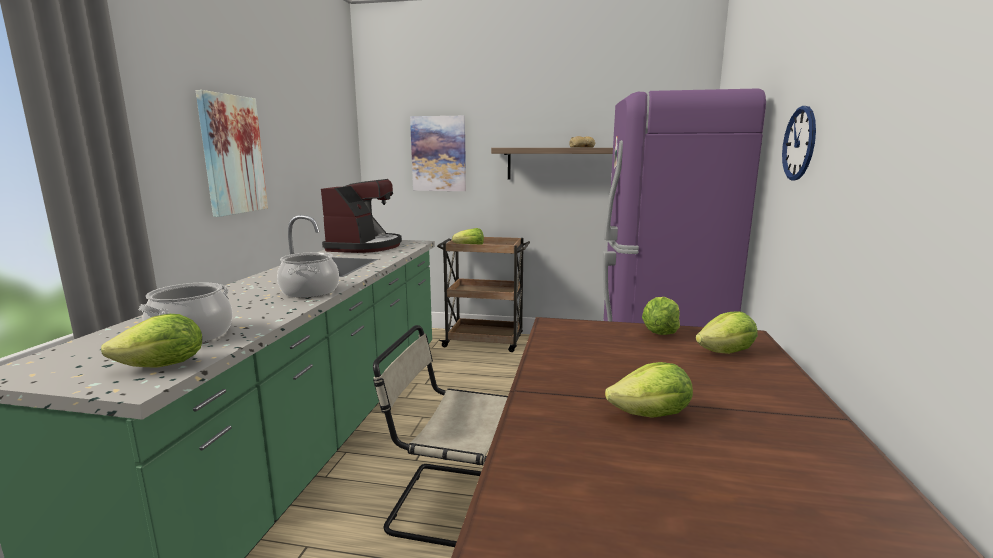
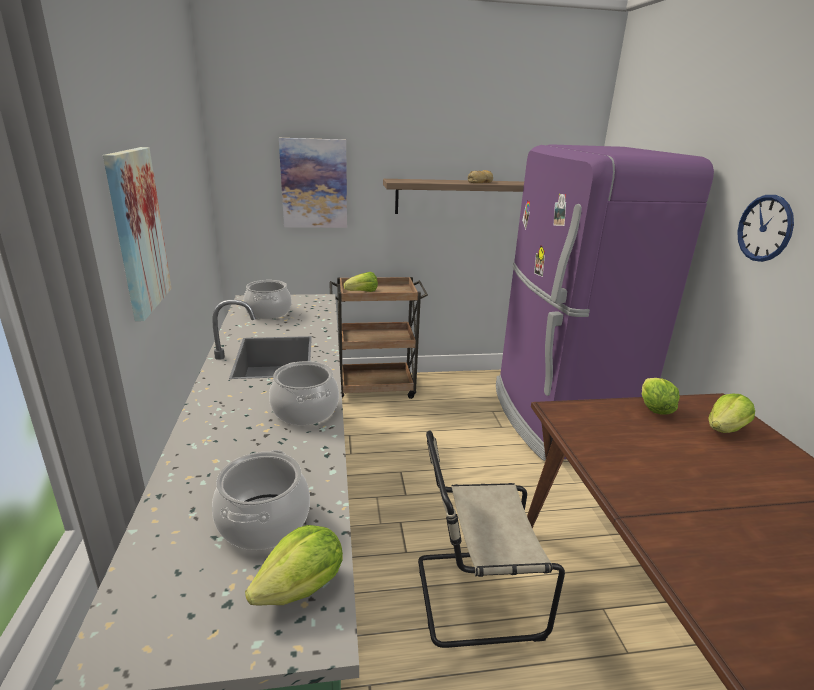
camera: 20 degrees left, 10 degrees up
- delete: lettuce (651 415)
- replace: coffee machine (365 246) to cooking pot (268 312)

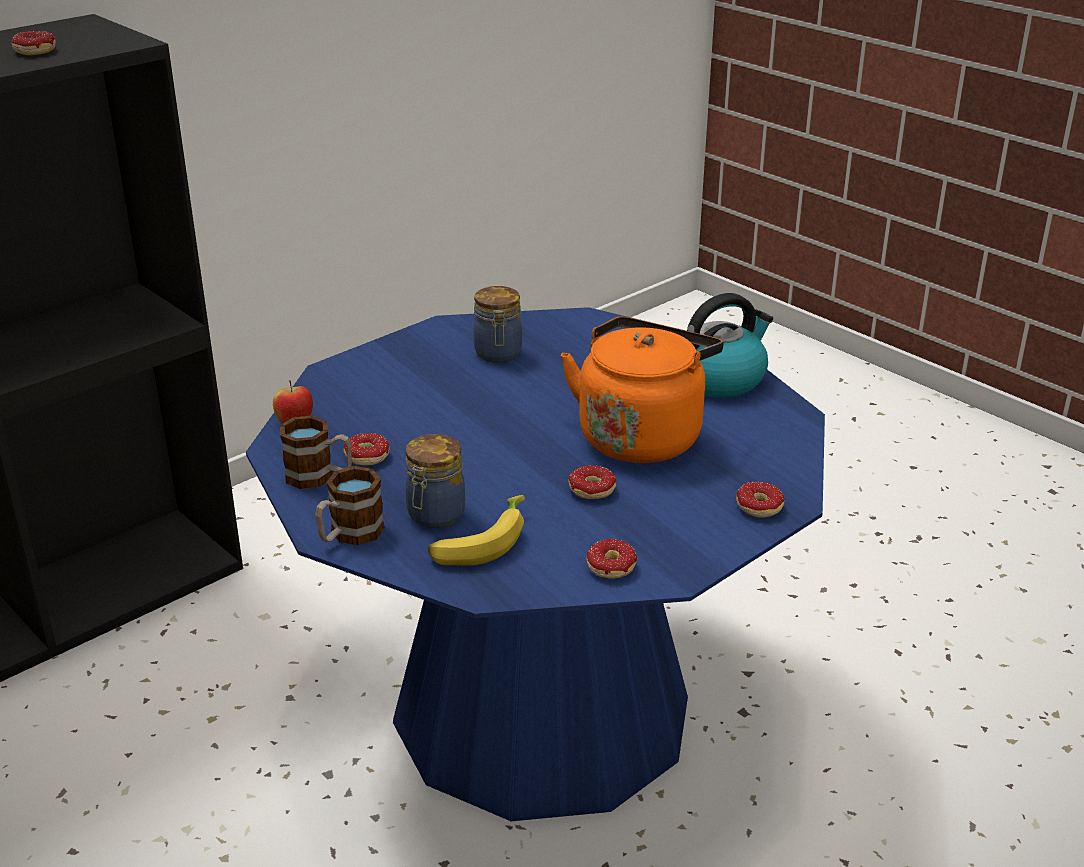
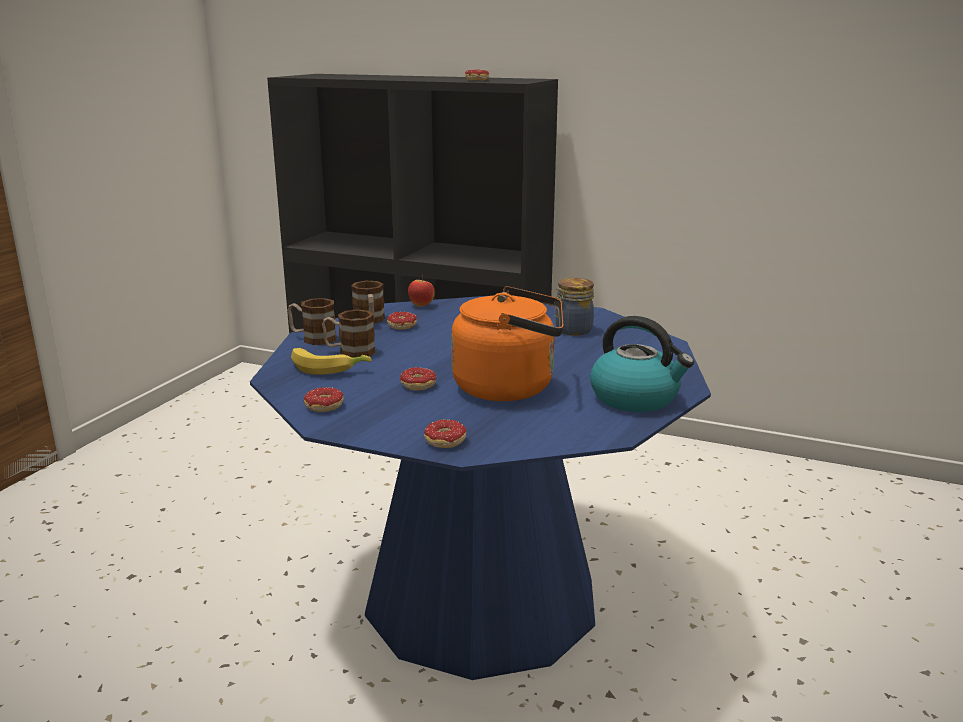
camera: 65 degrees right, 10 degrees down
- replace: jar (434 515) to mug (349 352)

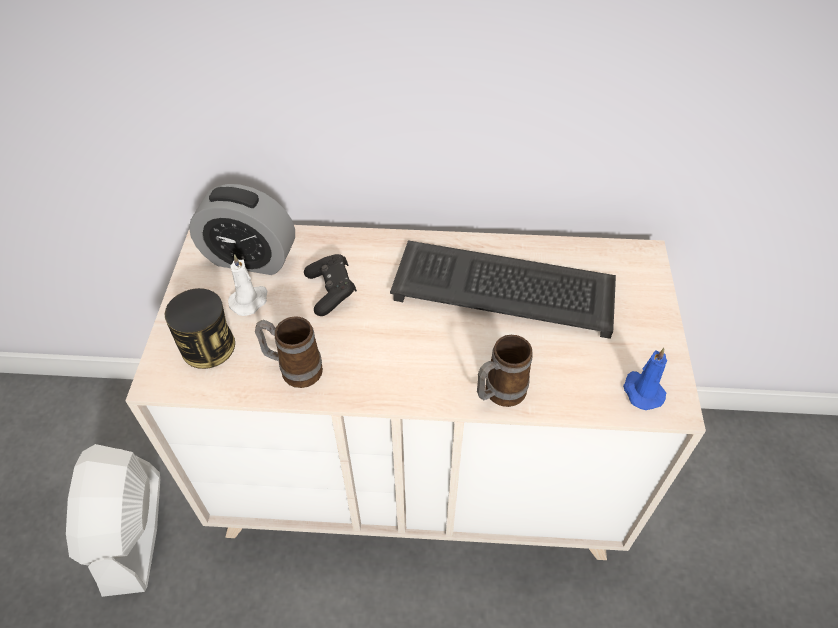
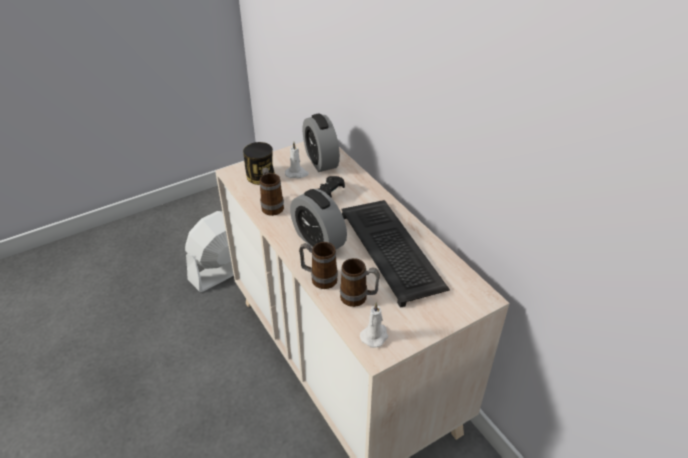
camera: 55 degrees right, 10 degrees down
- insert: alarm clock (318 241)
- insert: mug (359 298)
- recolor: blue candle (642 391) to white candle (375 336)

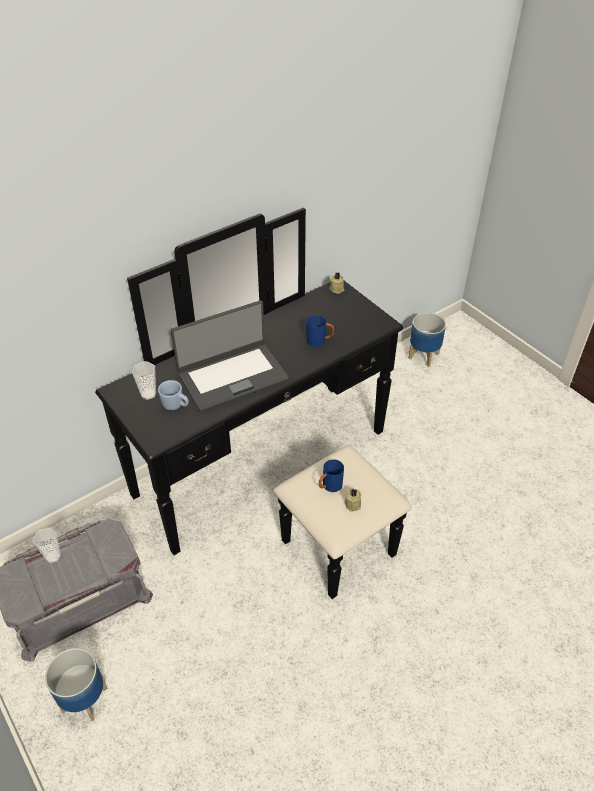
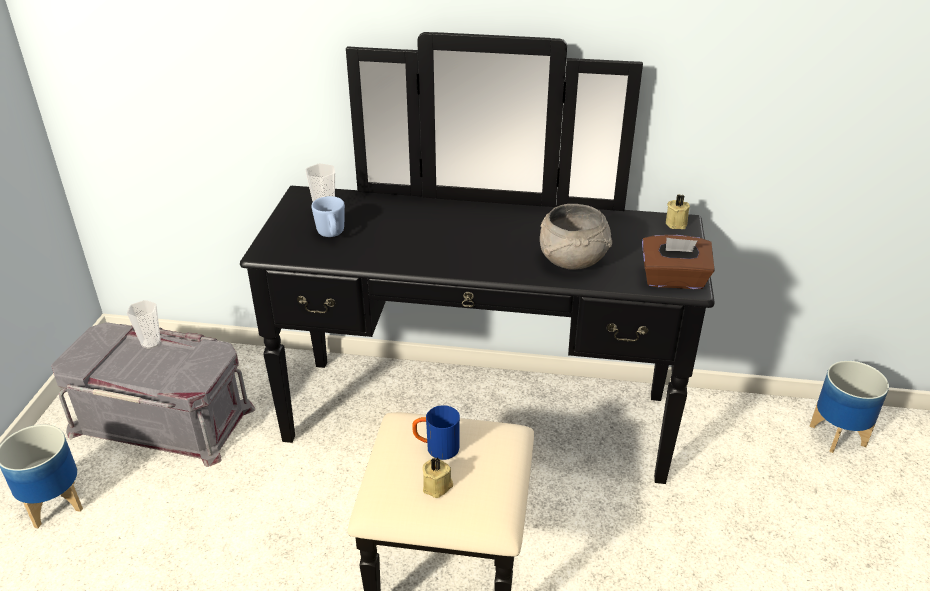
camera: 45 degrees right, 10 degrees down
- delete: laptop (232 376)
- insert: brown tissue box (673 280)
- replace: blue mug (319 341) to grey bowl (573 260)

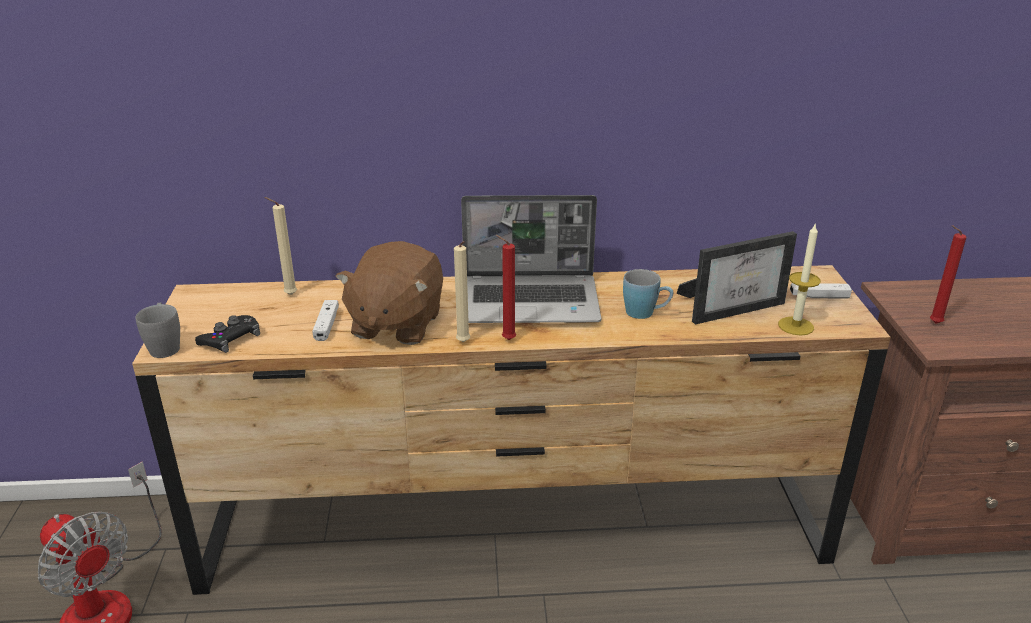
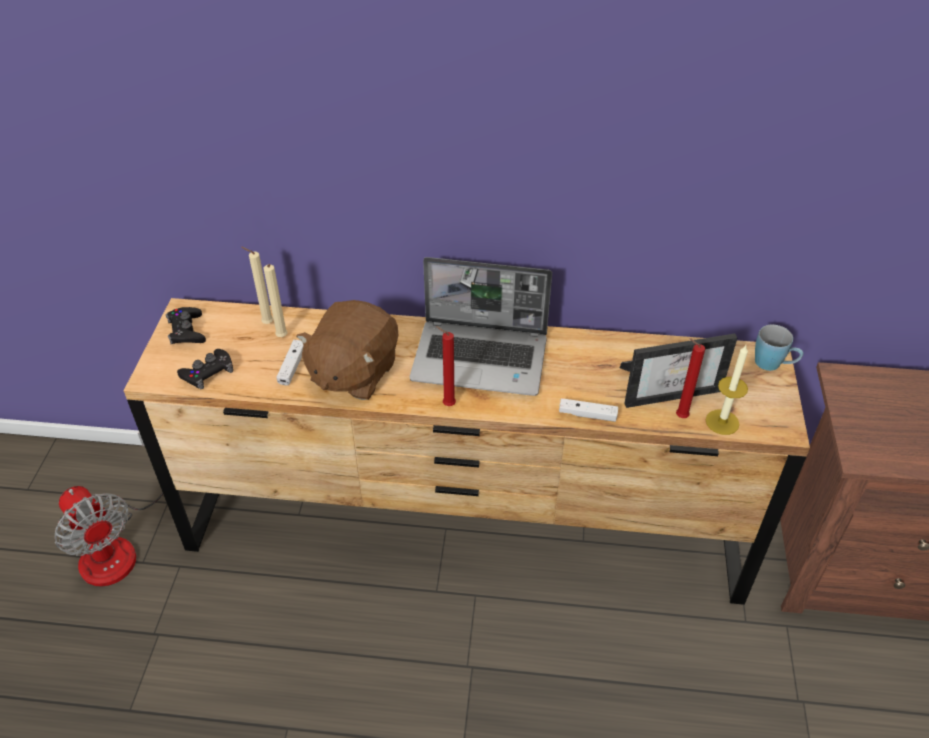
camera: 10 degrees right, 15 degrees up
- delete: grey mug (165 346)
- insert: black game controller (187 331)
- move: beige candle (463 343) to (282 338)
- move: blue mug (646 313) to (773 364)
- move: white game controller (819 297) to (587 415)
- move: red candle (933 323) to (679 416)

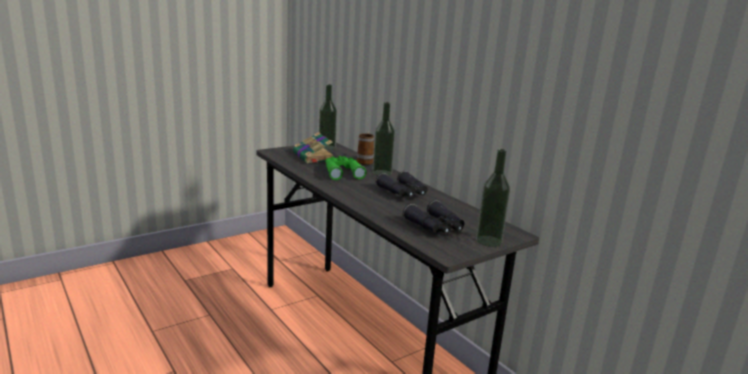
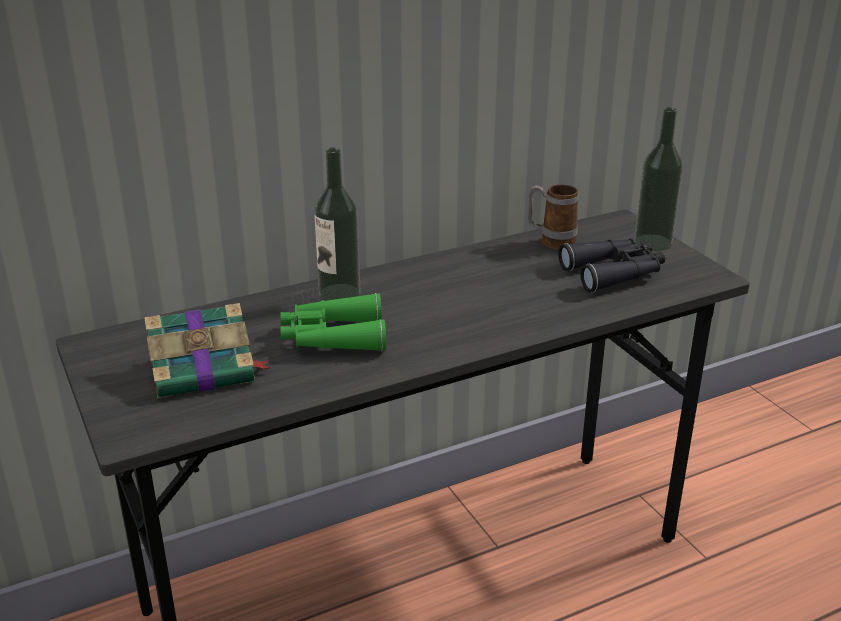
camera: 80 degrees left, 10 degrees up
- delete: bottle (326 147)
- delete: black binoculars (403 193)
- move: mug (365 161) to (551 242)

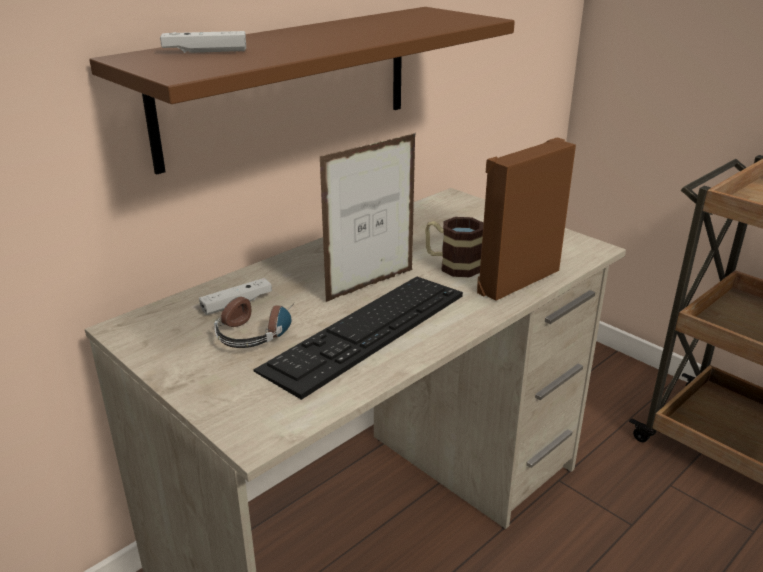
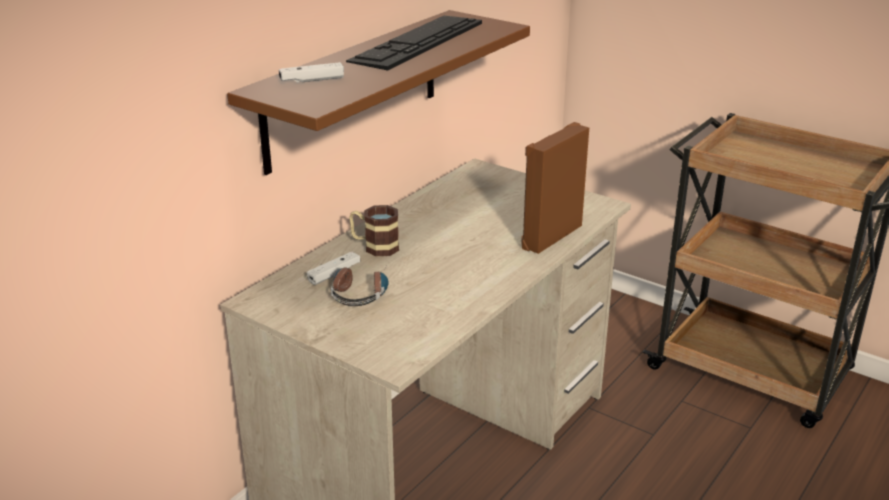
camera: 10 degrees left, 0 degrees up
- delete: picture frame (371 285)
- move: keyboard (366 330) to (417 41)
- move: mug (452 265) to (374 246)

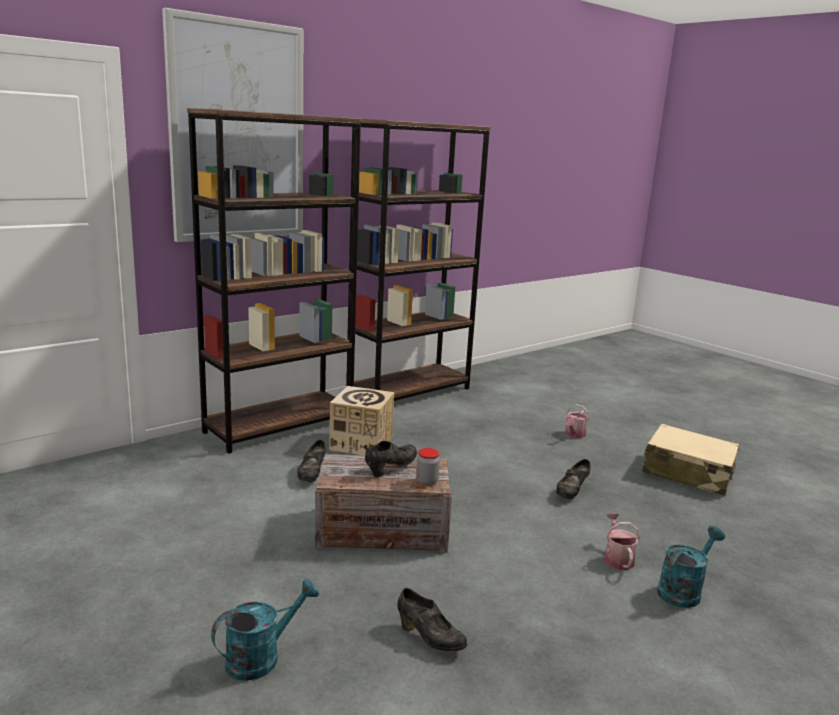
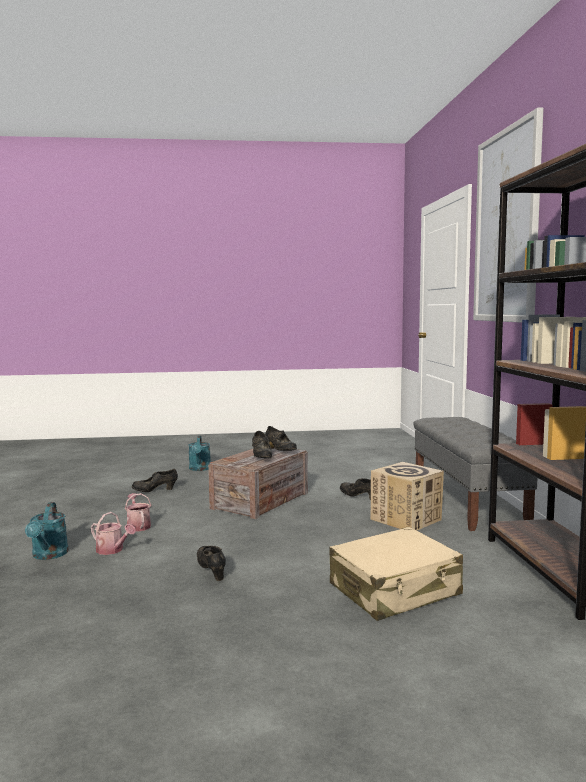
camera: 125 degrees right, 10 degrees down
- delete: jar (426 481)
- insert: black shoe (280 451)
- move: watering can (574 435) to (138 526)
- move: beige suitcase (687 473) to (395 590)
- replace: brown bookcase (280 426) to grey bench (467 501)

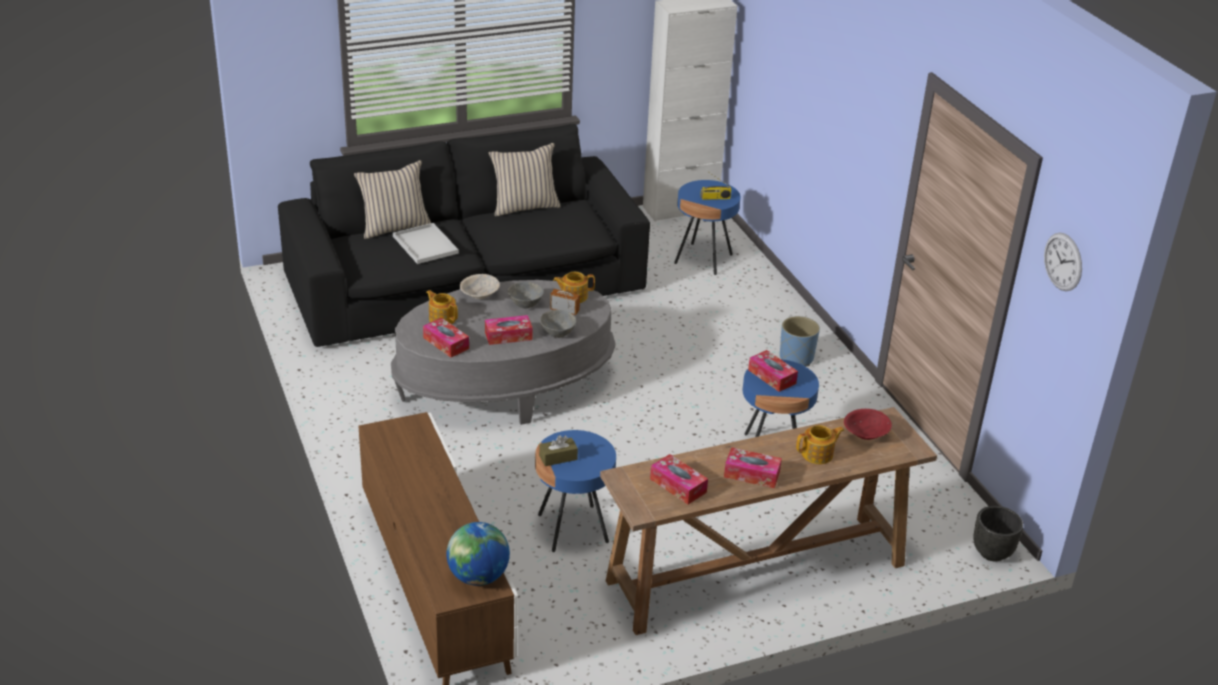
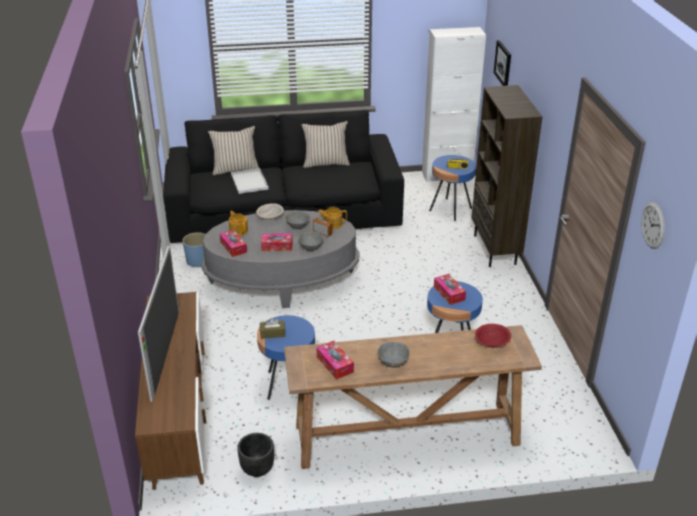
camera: 15 degrees right, 0 degrees up
- delete: globe (478 577)
- delete: teapot (818 454)
- insert: television (166 353)
- insert: brown bookcase (495 250)
- insert: picture (503 63)
- move: blue planter (796 358) to (198 261)
- move: black planter (992 553) to (257 470)
- replace: tissue box (751 474) to grey bowl (393 363)

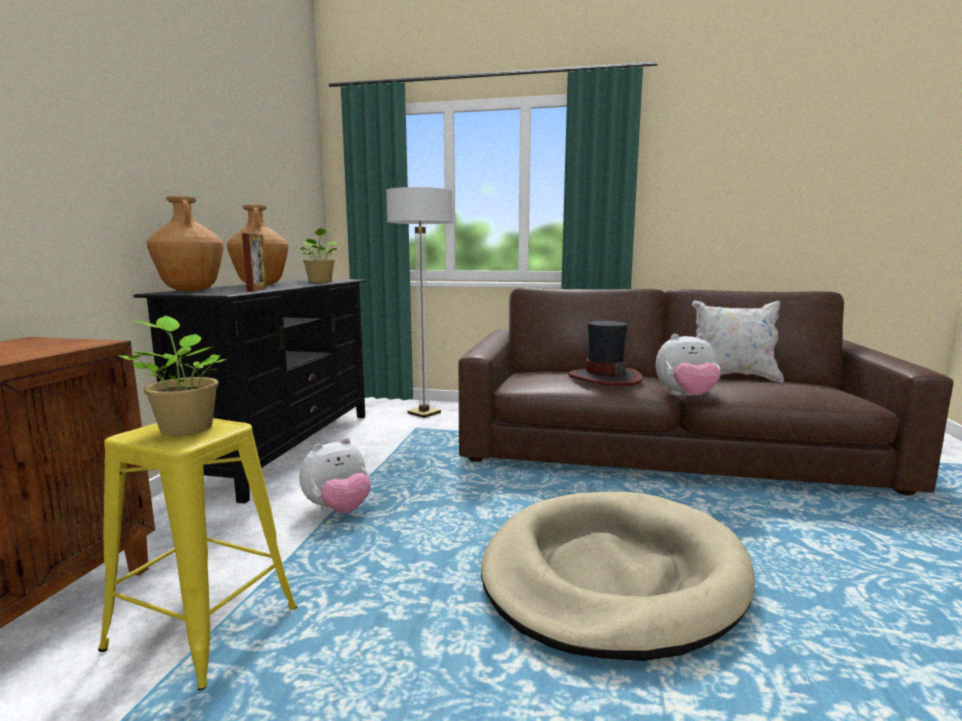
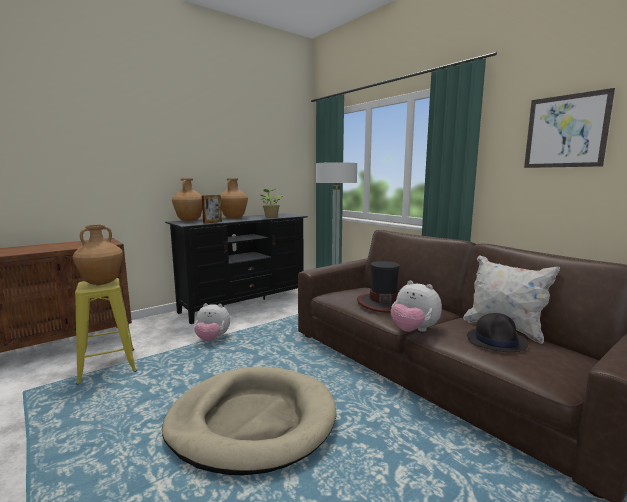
camera: 40 degrees right, 0 degrees up
- insert: black hat (496 341)
- insert: picture (565 131)
- replace: potted plant (185 428) to brown vase (101 283)

